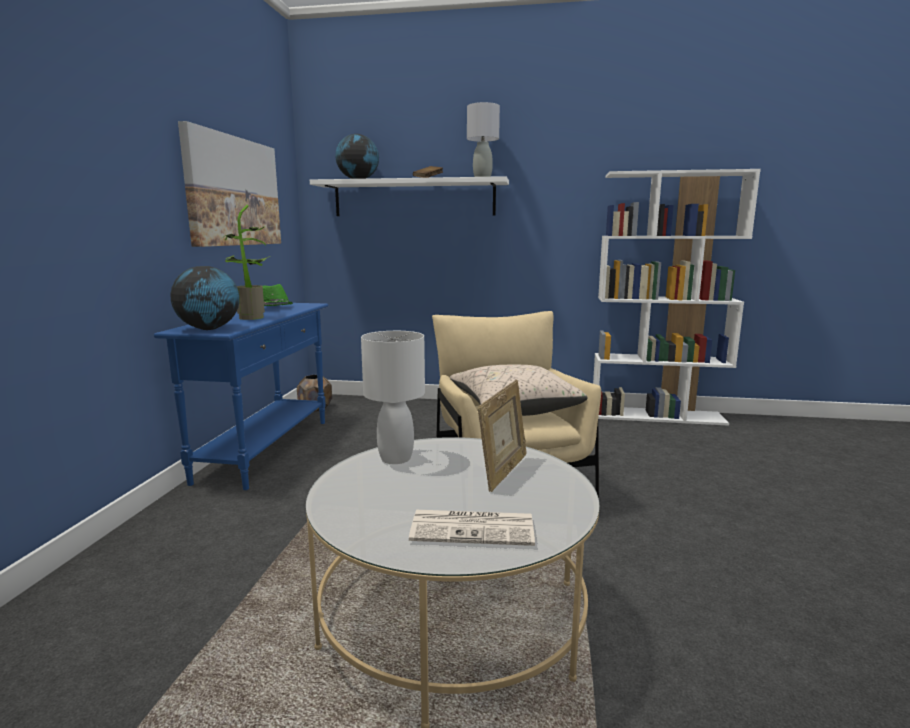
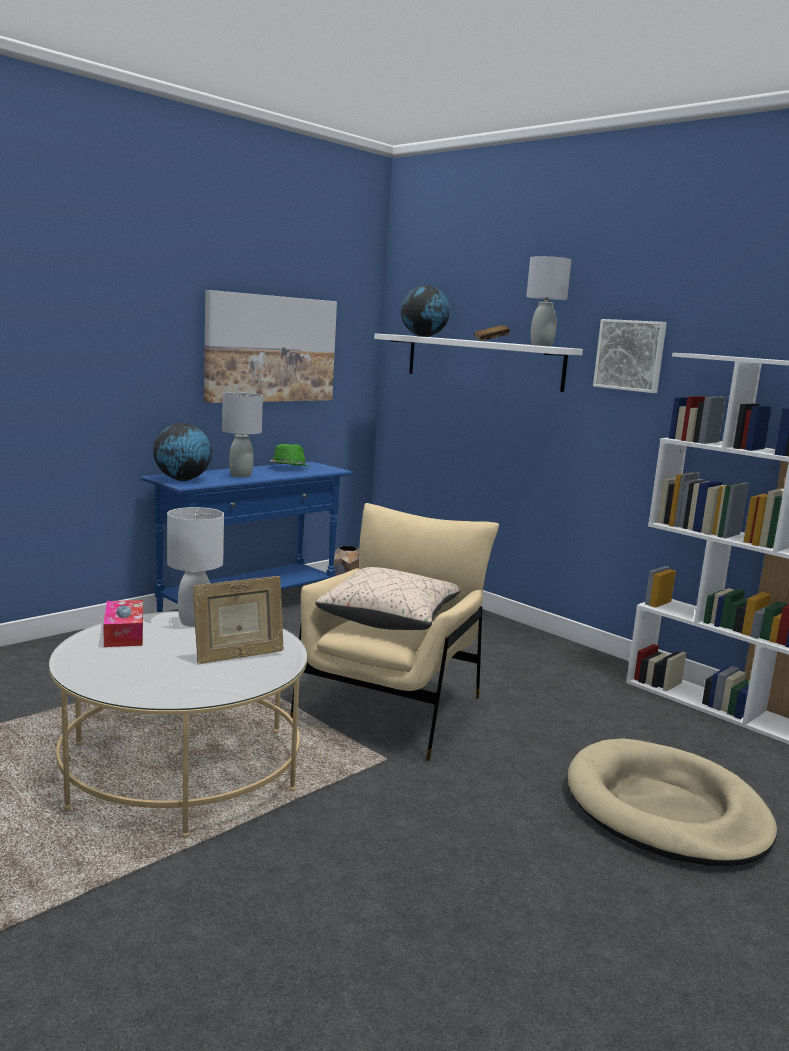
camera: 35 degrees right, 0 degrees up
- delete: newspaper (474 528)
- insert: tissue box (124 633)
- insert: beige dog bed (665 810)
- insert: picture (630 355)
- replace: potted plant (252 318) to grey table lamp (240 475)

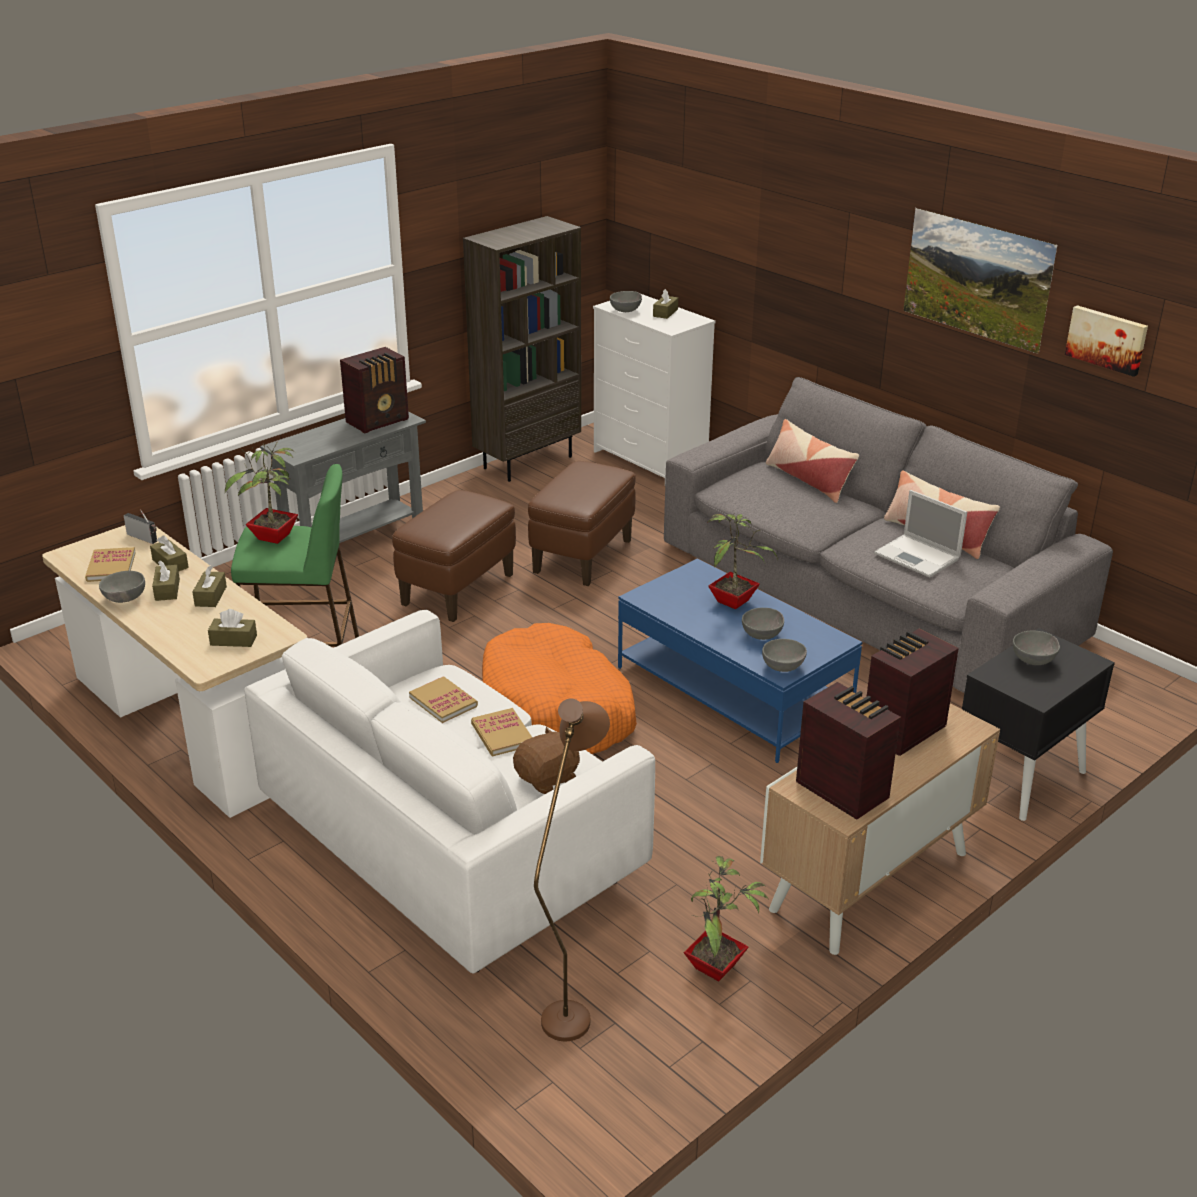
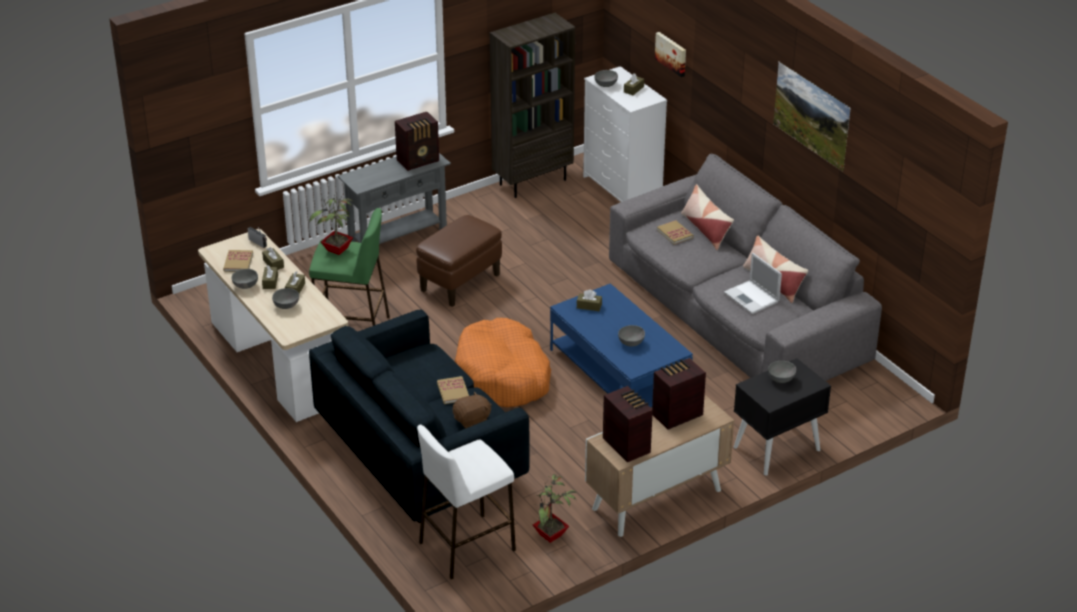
camera: 10 degrees right, 5 degrees up
- delete: brown ottoman (582 557)
- delete: potted plant (734 601)
- move: brown tissue box (233 640) to (589 306)
- move: book (443 702) to (675 234)
- move: grey bowl (784 667) to (287 306)
- move: picture (1107 339) to (671 53)
- replace: brown floor lamp (571 1008) to white stool (466 546)
- recolor: white sofa (454 850) to blue sofa (421 455)

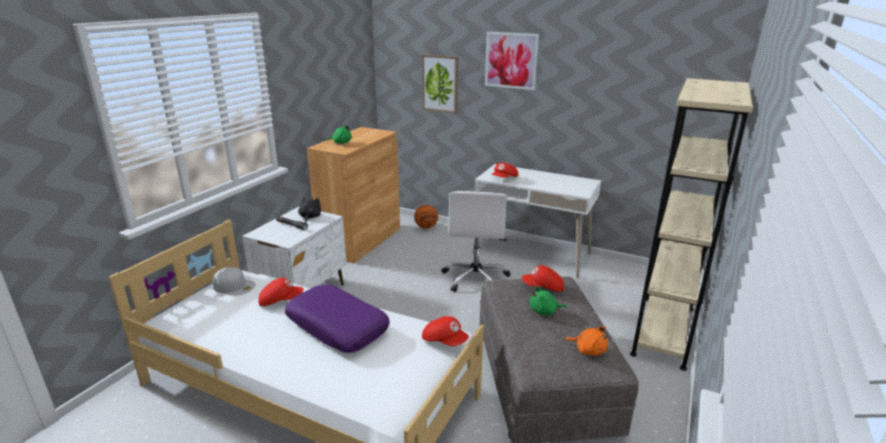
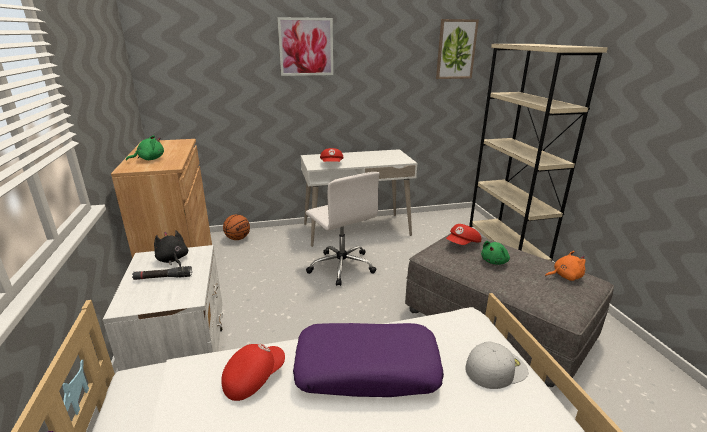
camera: 40 degrees left, 0 degrees up
- delete: red cap (445 341)
- move: white cap (234 286) to (496 368)
- move: picture (440 83) to (456 49)

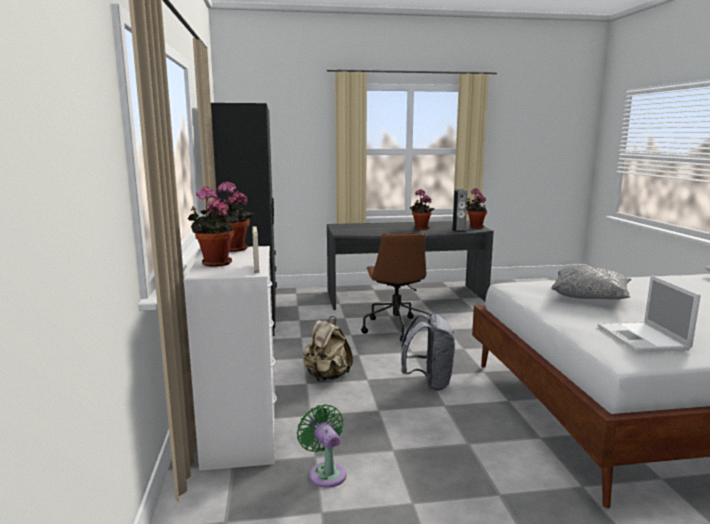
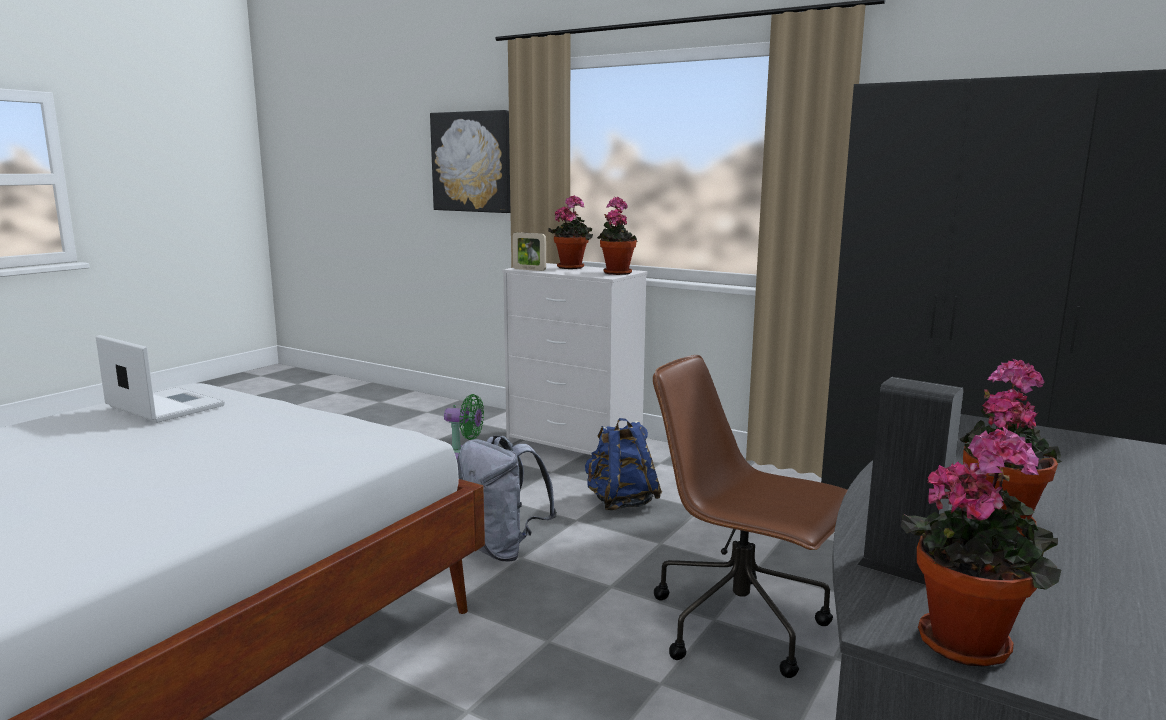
camera: 130 degrees right, 0 degrees up
- delete: grey pillow (590 296)
- insert: picture (472 162)
- recolor: beige backpack (327 377) to blue backpack (621 502)

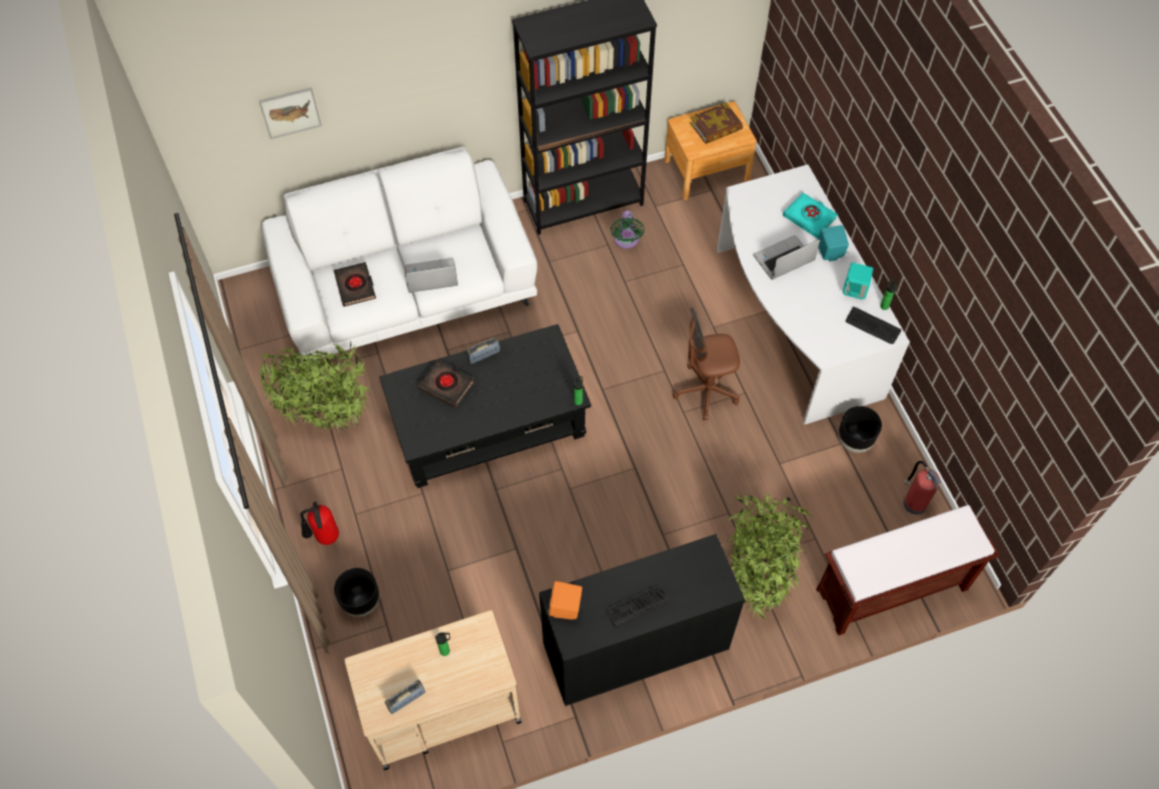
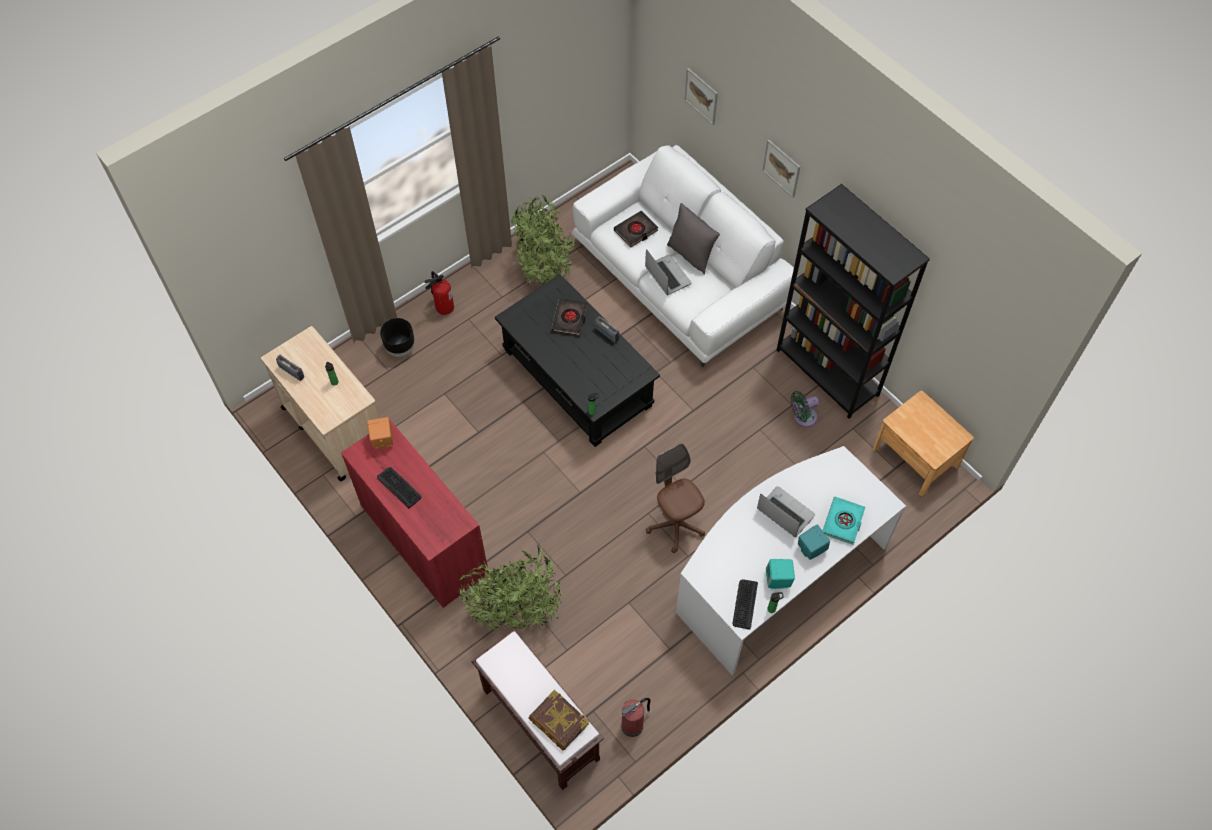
camera: 70 degrees right, 0 degrees up
- delete: black planter (854 441)
- insert: grey pillow (691 254)
- insert: picture (781 168)
- move: book (716 127) to (558 722)
- recolor: black cabinet (635 646) to red cabinet (424 540)

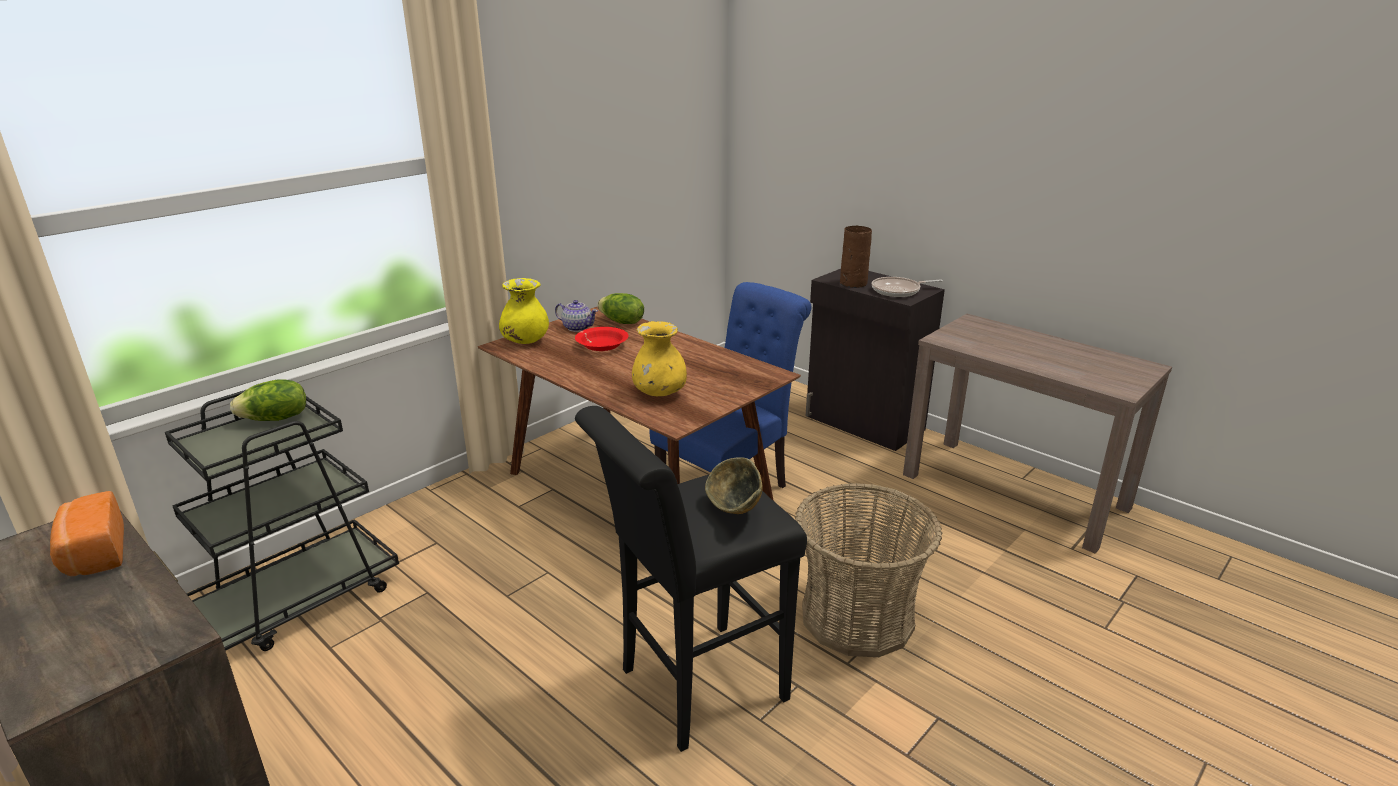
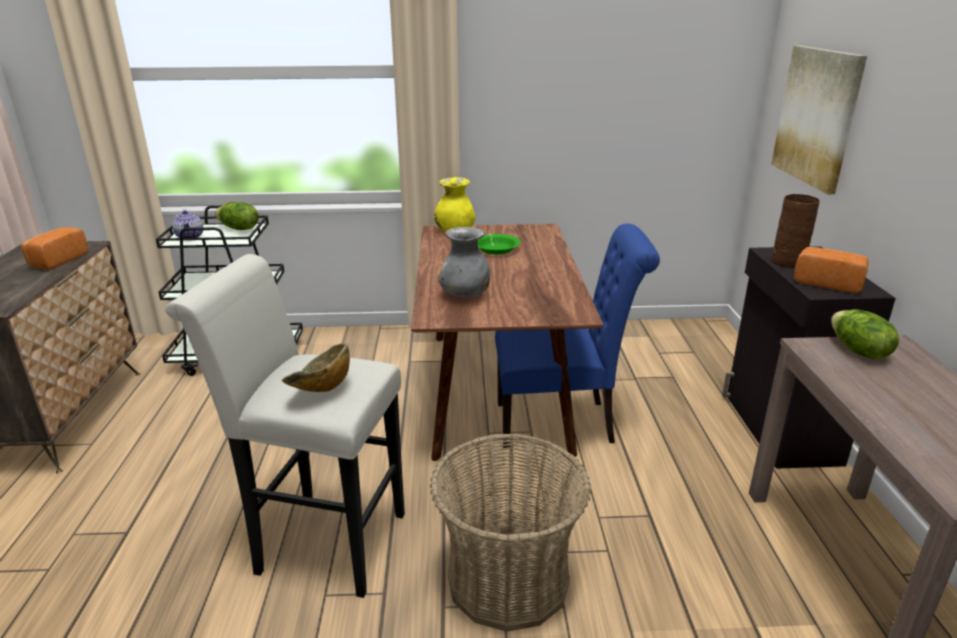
camera: 45 degrees right, 0 degrees up
- insert: picture (817 116)
- move: teapot (577 327) to (190 236)
- move: lettuce (621 322) to (857 351)
- replace: frying pan (898 291) to bread (828 283)
- recolor: red bowl (602 345) to green bowl (496 250)
- recolor: black stool (692 689) to white stool (321 541)
- recolor: yellow vase (659 393) to grey vase (465 295)

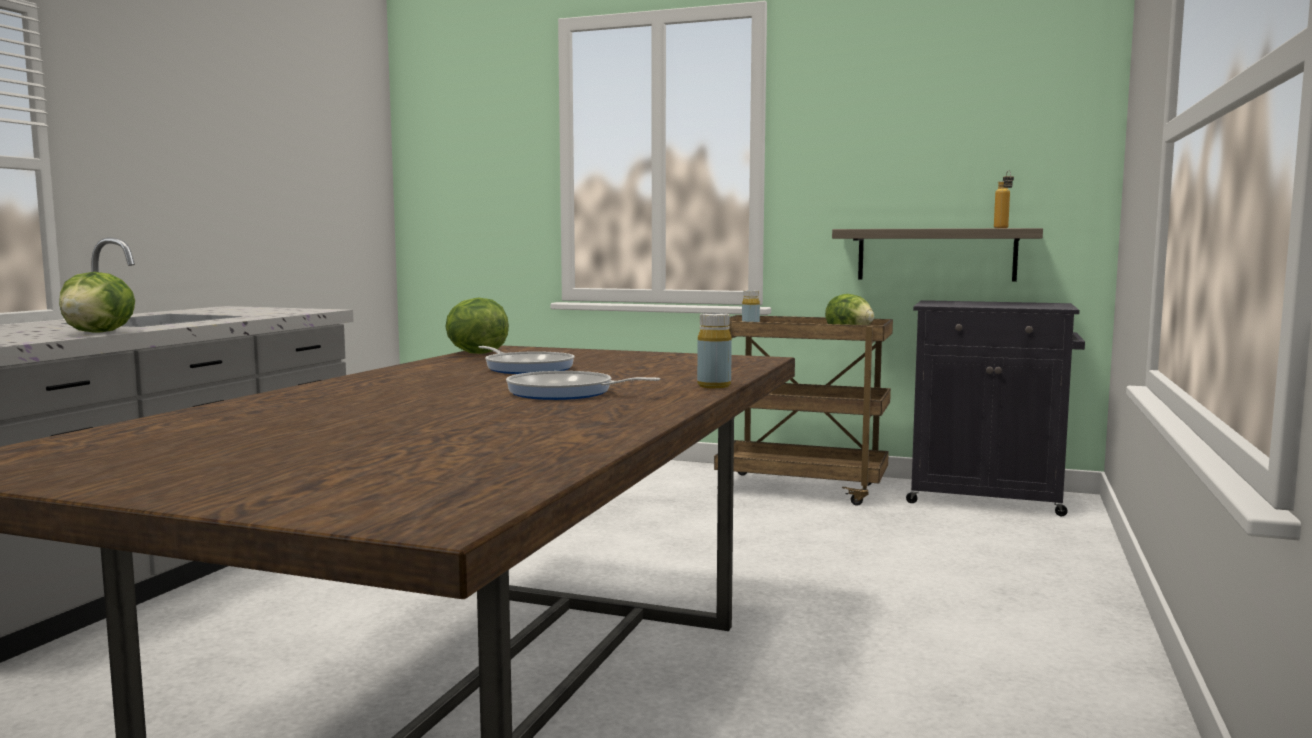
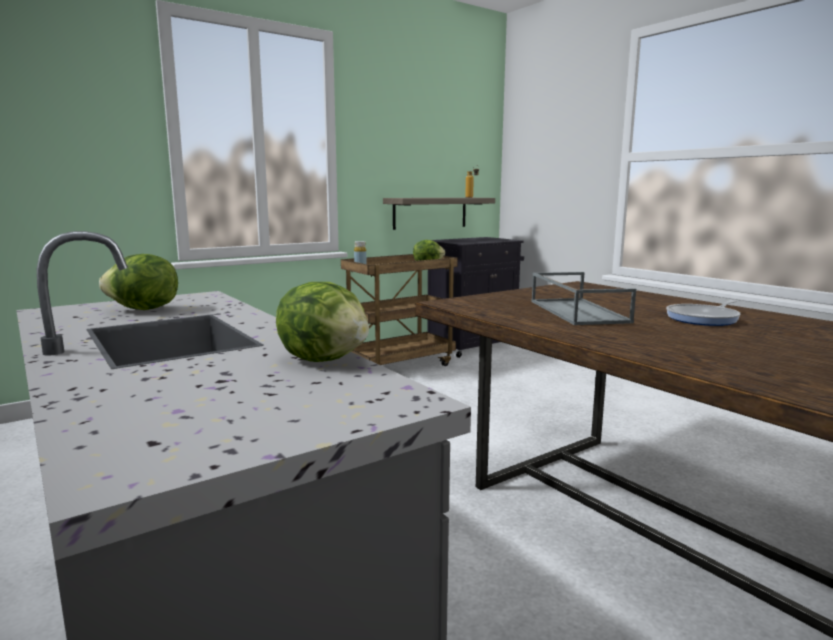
camera: 55 degrees left, 5 degrees up
- delete: yellow bottle (714 386)
- move: lettuce (475 353) to (144 310)
- replace: frying pan (527 368) to grey tray (576 311)

